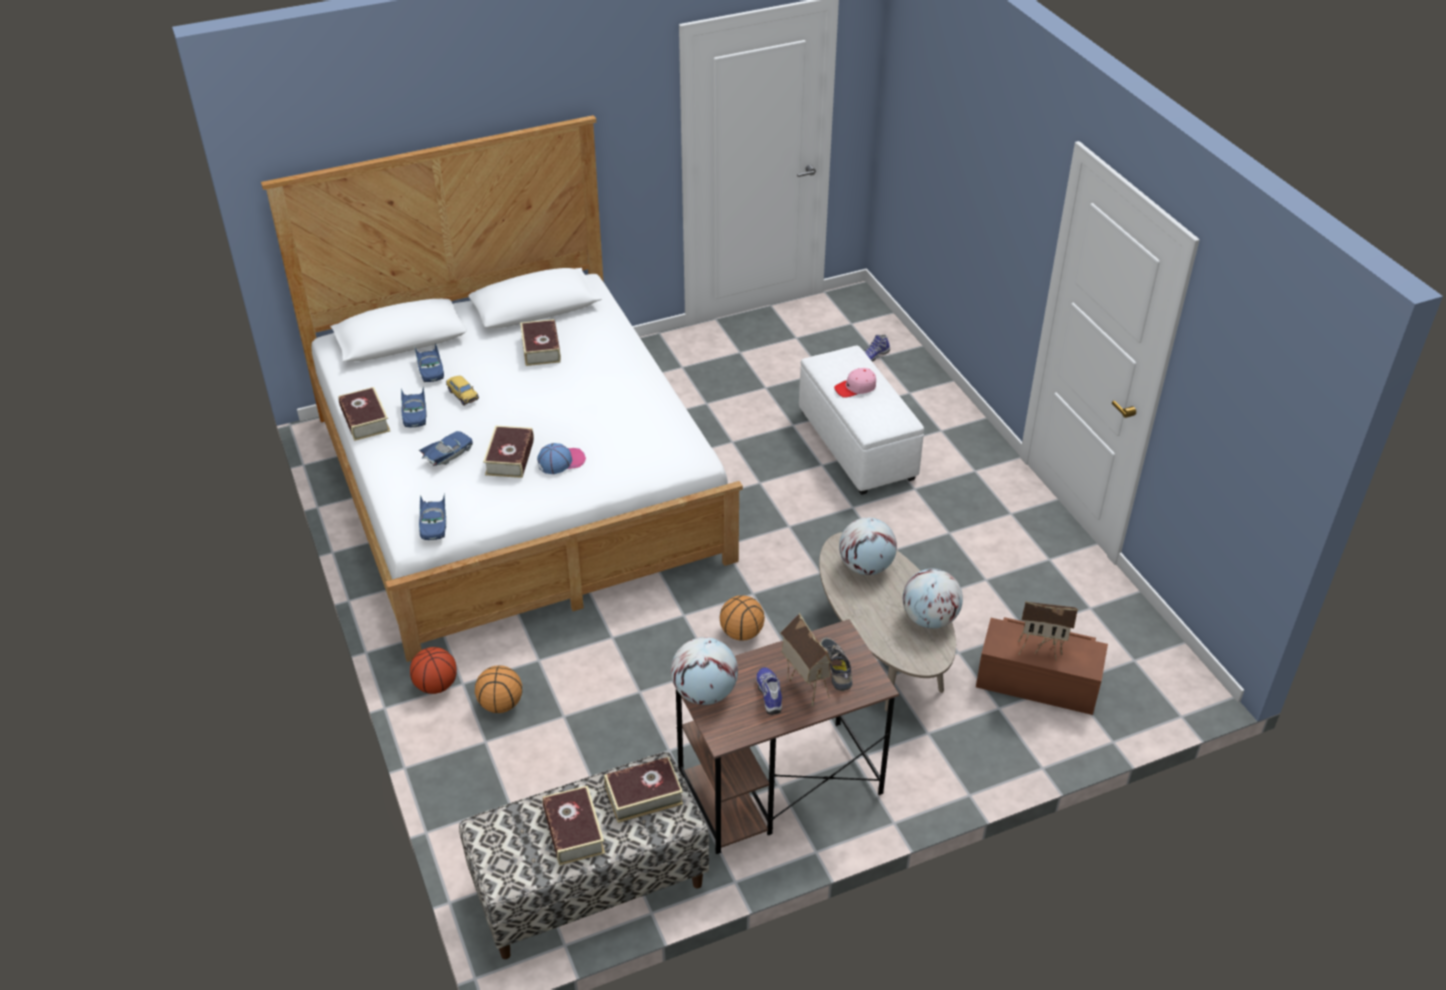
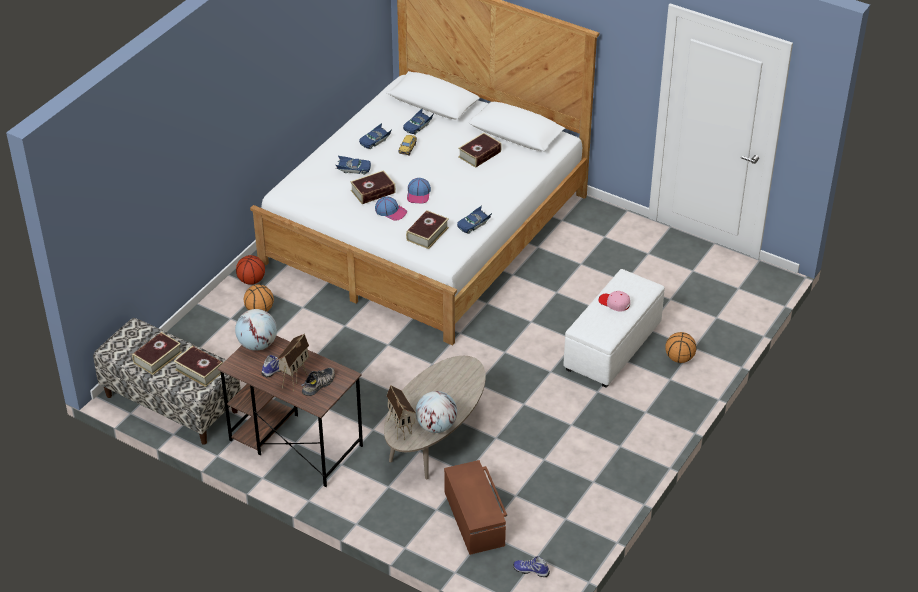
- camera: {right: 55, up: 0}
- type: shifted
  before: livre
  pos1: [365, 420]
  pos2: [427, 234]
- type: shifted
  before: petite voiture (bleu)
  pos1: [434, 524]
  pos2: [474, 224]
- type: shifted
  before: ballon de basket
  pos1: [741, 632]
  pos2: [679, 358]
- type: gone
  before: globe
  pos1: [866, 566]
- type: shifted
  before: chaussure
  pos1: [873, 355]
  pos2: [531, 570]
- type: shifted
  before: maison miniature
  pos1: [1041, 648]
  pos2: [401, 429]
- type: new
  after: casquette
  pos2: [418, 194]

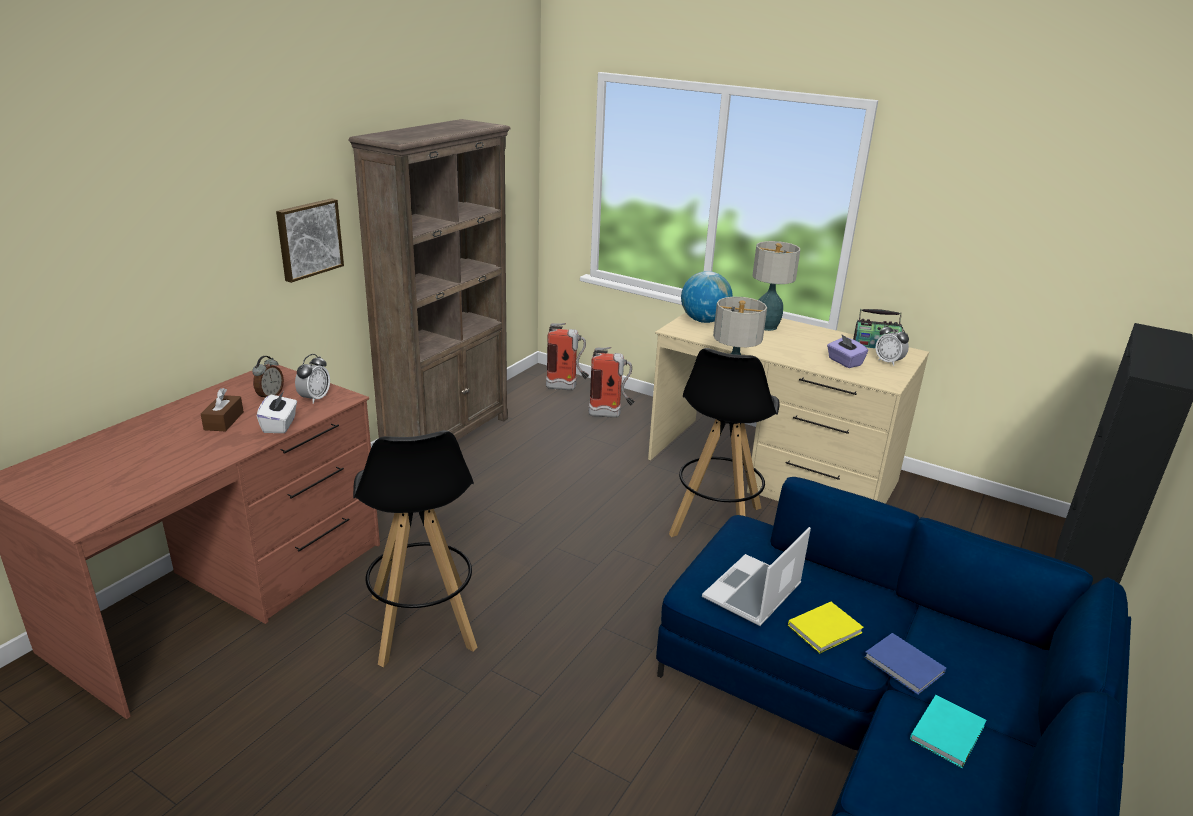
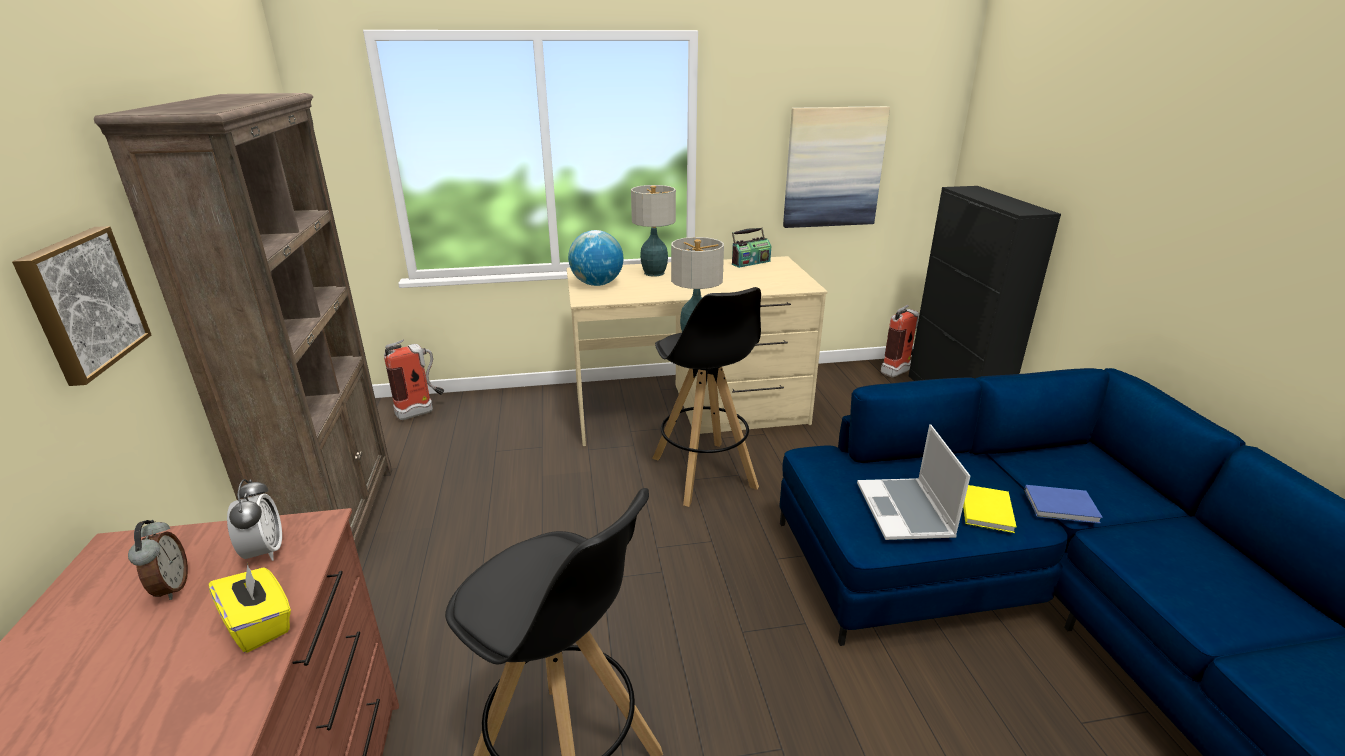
- camera: {right: -40, up: 0}
- type: gone
  before: boîte à mouchoirs (marron)
  pos1: [224, 421]
- type: repainted
  before: boîte à mouchoirs (blanc)
  after: boîte à mouchoirs (jaune)
  pos1: [280, 425]
  pos2: [259, 624]
- type: shifted
  before: extincteur
  pos1: [611, 415]
  pos2: [898, 370]
- type: gone
  before: boîte à mouchoirs (violet)
  pos1: [844, 362]
- type: gone
  before: réveil
  pos1: [888, 362]
- type: gone
  before: livre (turquoise)
  pos1: [949, 732]
- type: new
  after: tableau
  pos2: [833, 168]

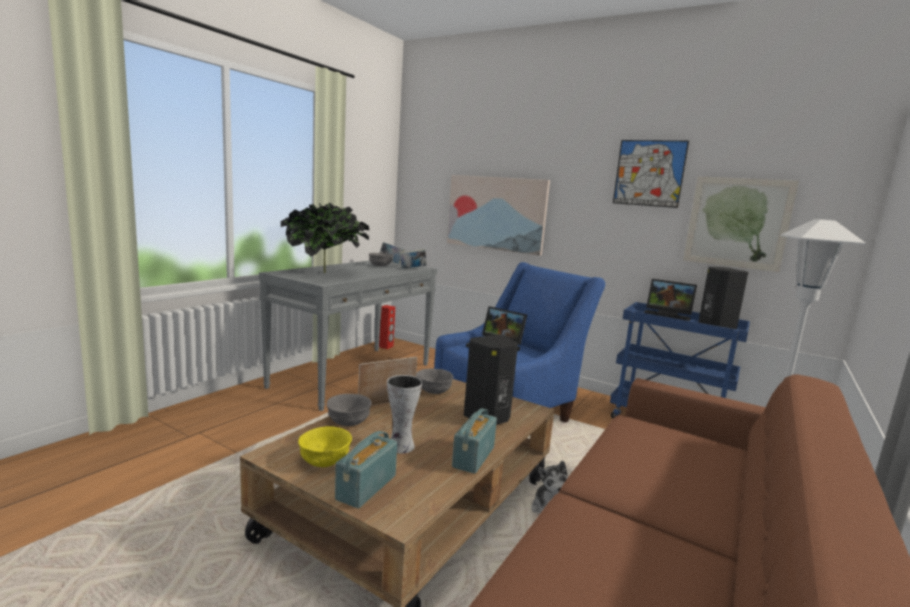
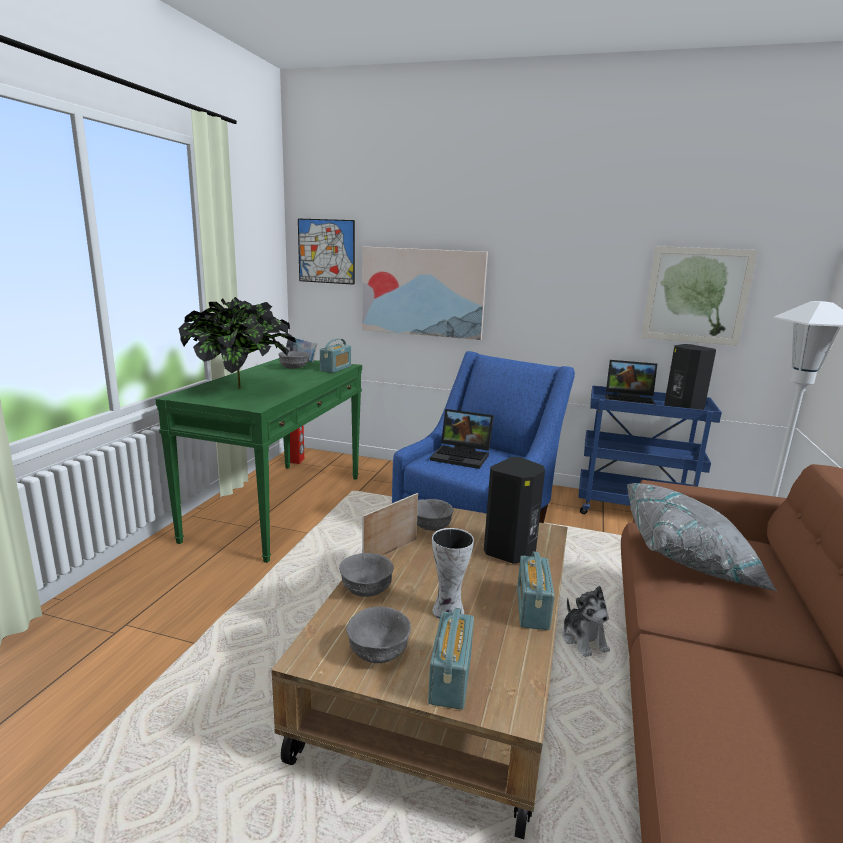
- camera: {right: -15, up: 5}
- type: repainted
  before: table console (gris)
  after: table console (vert)
  pos1: [353, 375]
  pos2: [279, 506]
- type: repainted
  before: bol (jaune)
  after: bol (gris)
  pos1: [325, 461]
  pos2: [379, 652]
- type: swapped
  before: livre
  after: radio
  pos1: [412, 269]
  pos2: [336, 368]
- type: shifted
  before: tableau
  pos1: [649, 173]
  pos2: [326, 251]
- type: new
  after: coussin (gris)
  pos2: [689, 558]

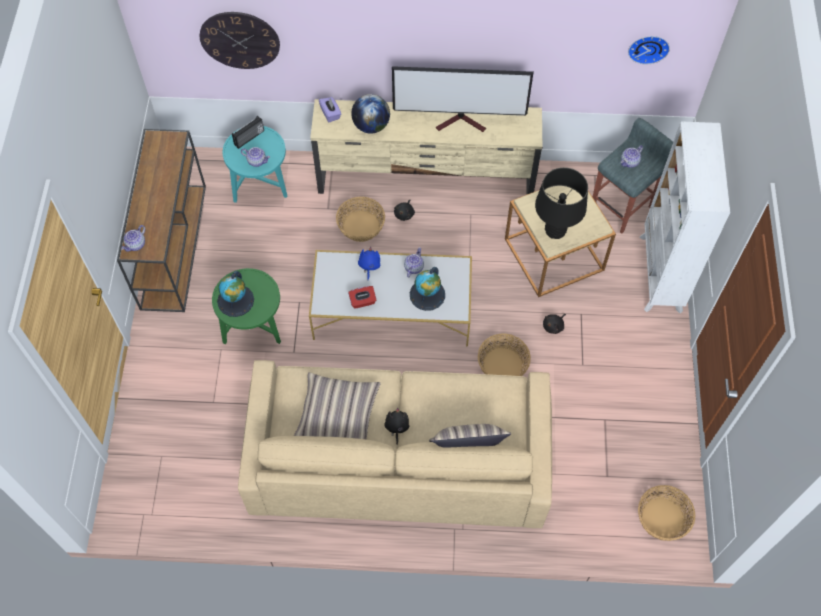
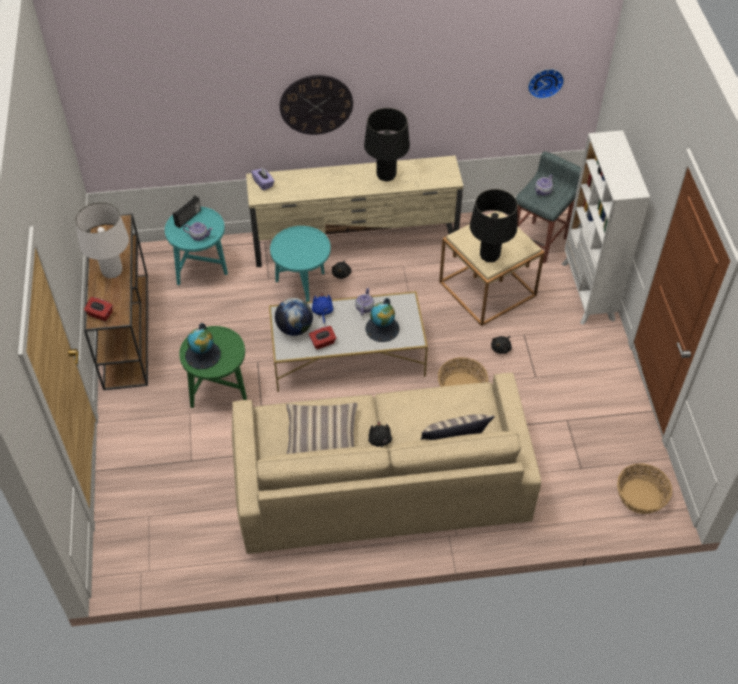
- camera: {right: -10, up: -10}
- type: swapped
  before: théière
  after: boîte à mouchoirs (rouge)
  pos1: [136, 244]
  pos2: [100, 314]
- type: shifted
  before: horloge murale
  pos1: [240, 40]
  pos2: [316, 104]
- type: swapped
  before: panier
  after: table d'appoint (turquoise)
  pos1: [361, 226]
  pos2: [303, 289]
- type: shifted
  before: globe
  pos1: [371, 126]
  pos2: [294, 328]
- type: swapped
  before: téléviseur
  after: lampe de table (noir)
  pos1: [462, 122]
  pos2: [386, 175]
- type: new
  after: lampe de table (blanc)
  pos2: [112, 271]

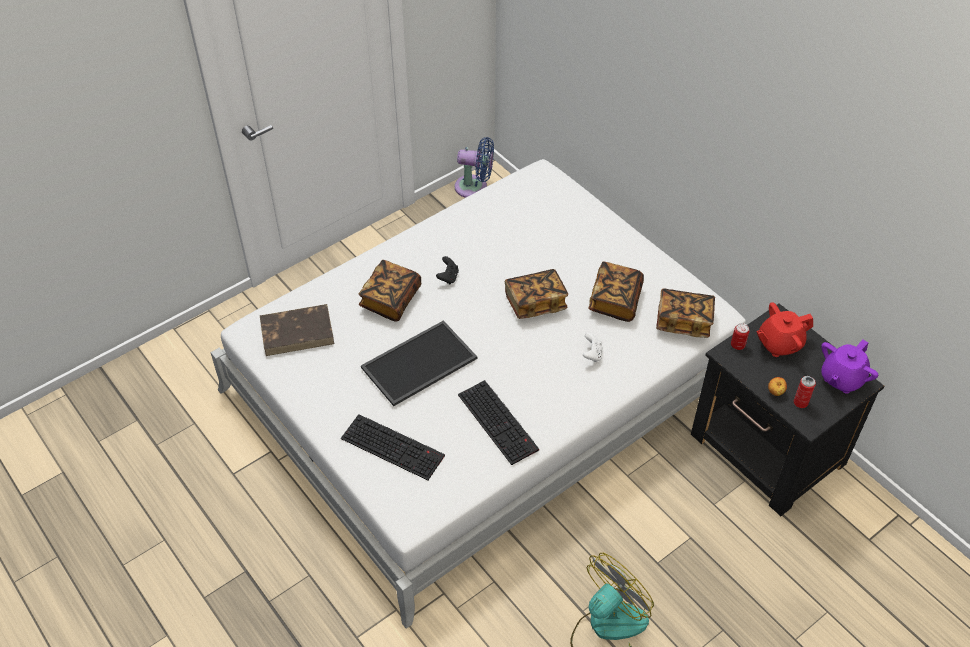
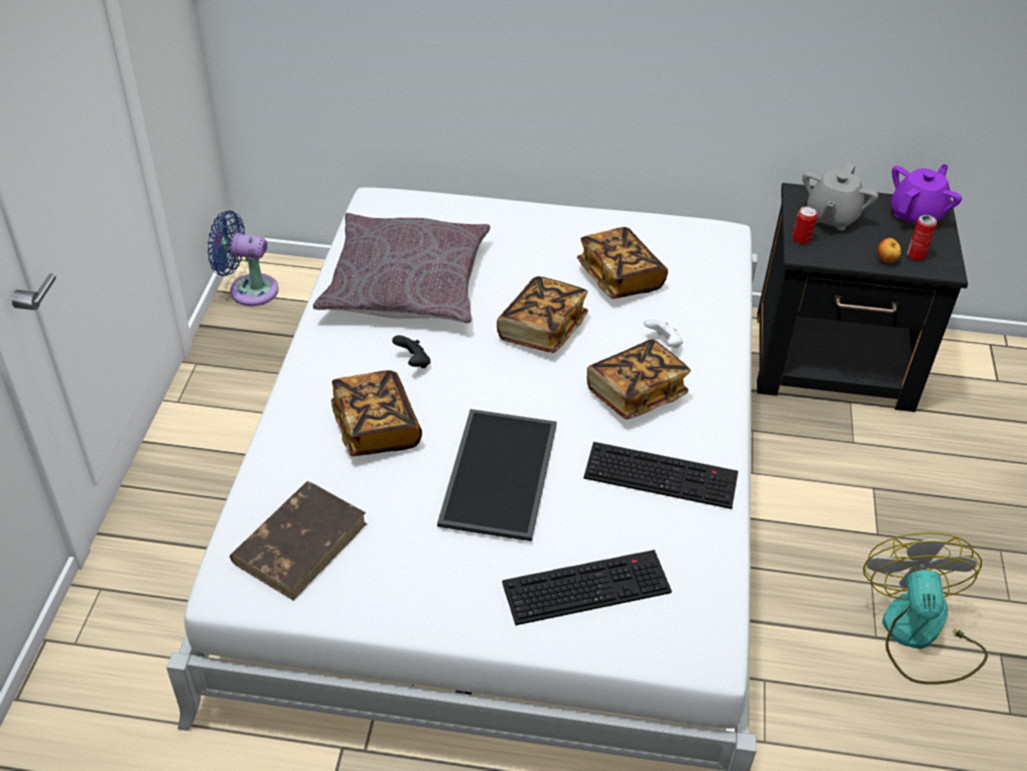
- camera: {right: -45, up: -5}
- type: rotated
  before: ventilateur (bleu)
  pos1: [474, 187]
  pos2: [248, 289]
  turn: -135
- type: shifted
  before: livre
  pos1: [683, 321]
  pos2: [635, 393]
- type: repainted
  before: théière (rouge)
  after: théière (gris)
  pos1: [779, 344]
  pos2: [831, 217]
- type: rotated
  before: théière (violet)
  pos1: [841, 379]
  pos2: [916, 215]
  turn: -135
- type: new
  after: coussin (gris)
  pos2: [406, 283]

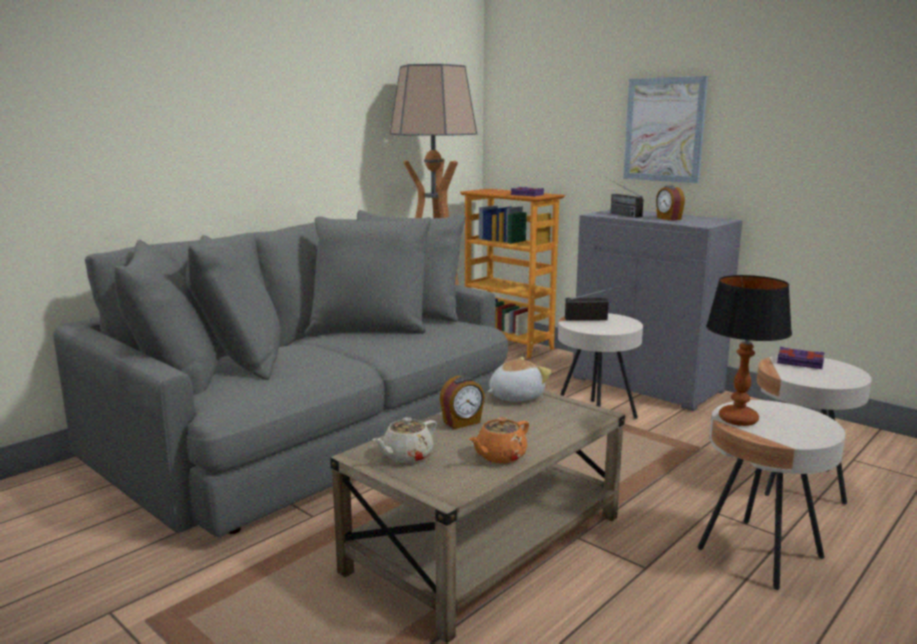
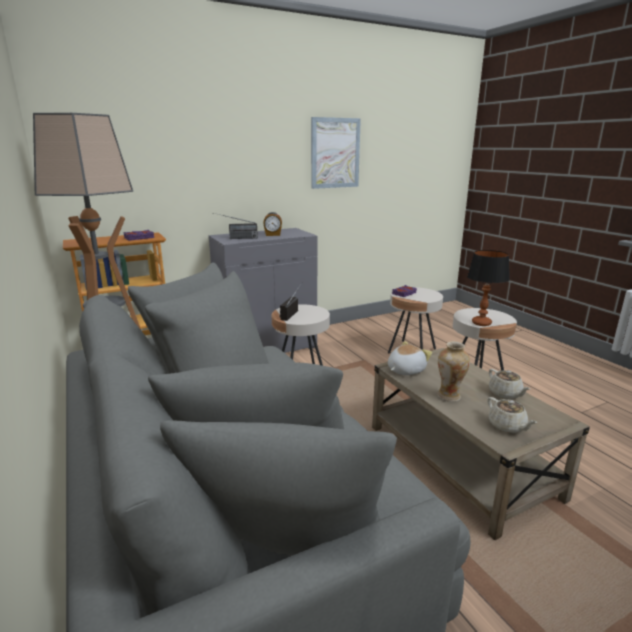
- camera: {right: -70, up: 5}
- type: swapped
  before: réveil
  after: vase
  pos1: [462, 422]
  pos2: [449, 396]
- type: repainted
  before: théière (orange)
  after: théière (beige)
  pos1: [499, 456]
  pos2: [505, 394]
- type: rotated
  before: peluche
  pos1: [515, 396]
  pos2: [405, 370]
  turn: 60
- type: shifted
  before: tableau
  pos1: [664, 130]
  pos2: [335, 153]

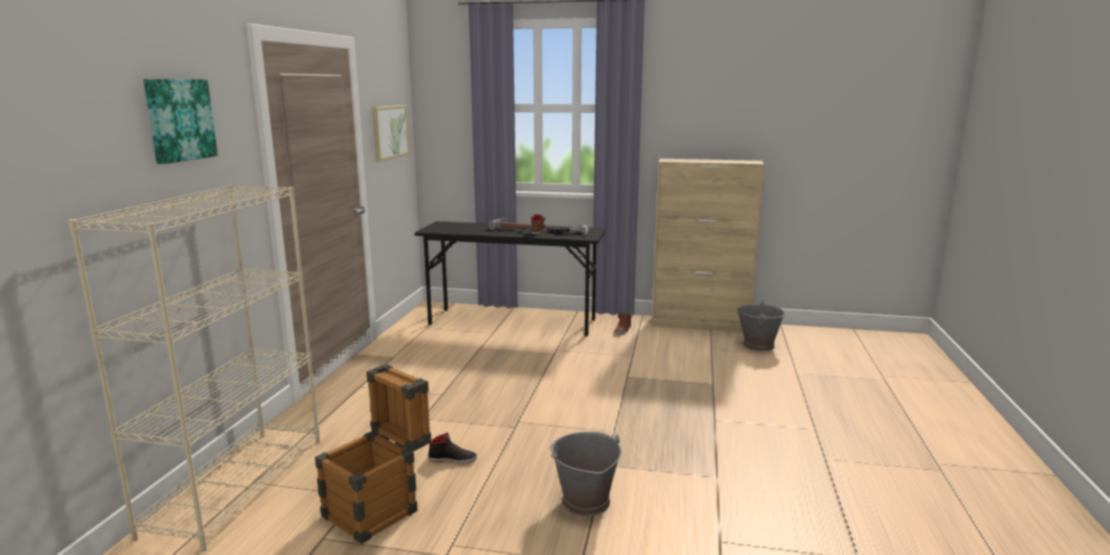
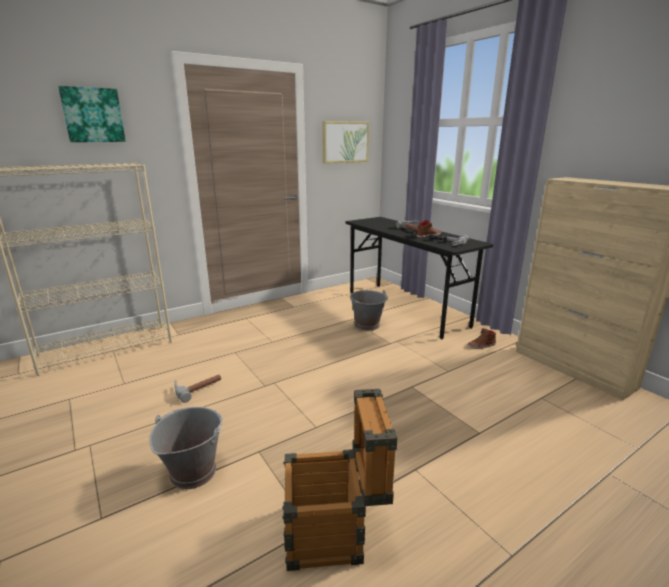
- camera: {right: 45, up: 5}
- type: shifted
  before: caisse
  pos1: [380, 508]
  pos2: [335, 533]
- type: swapped
  before: chaussure (noir)
  after: marteau
  pos1: [453, 459]
  pos2: [197, 388]
- type: shifted
  before: seau (gris)
  pos1: [758, 345]
  pos2: [367, 325]

